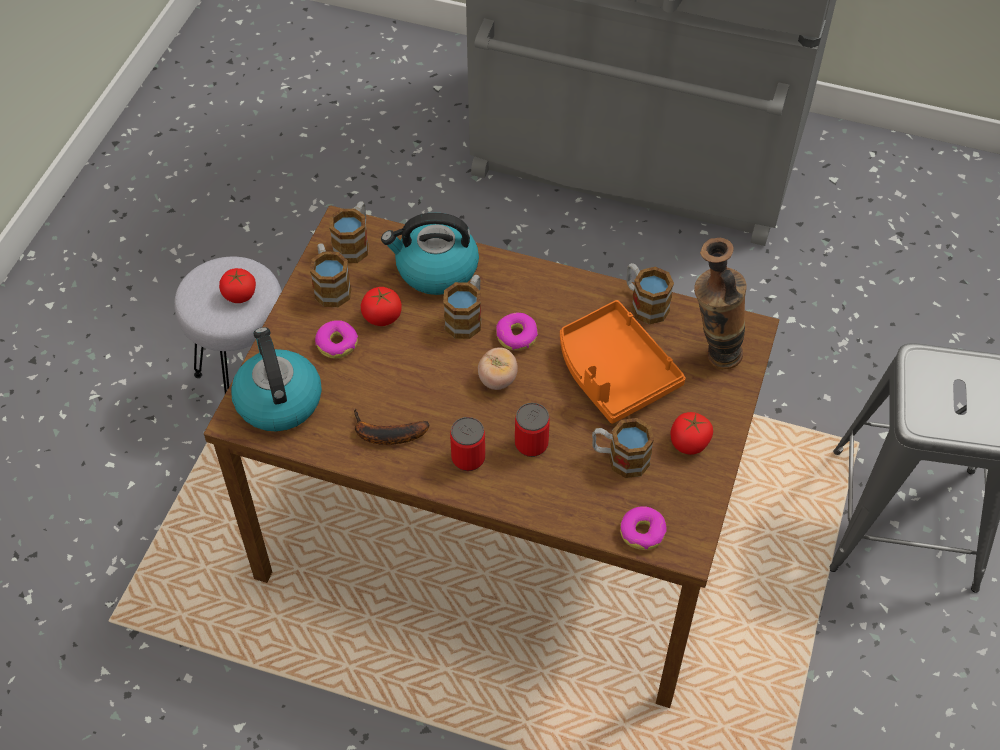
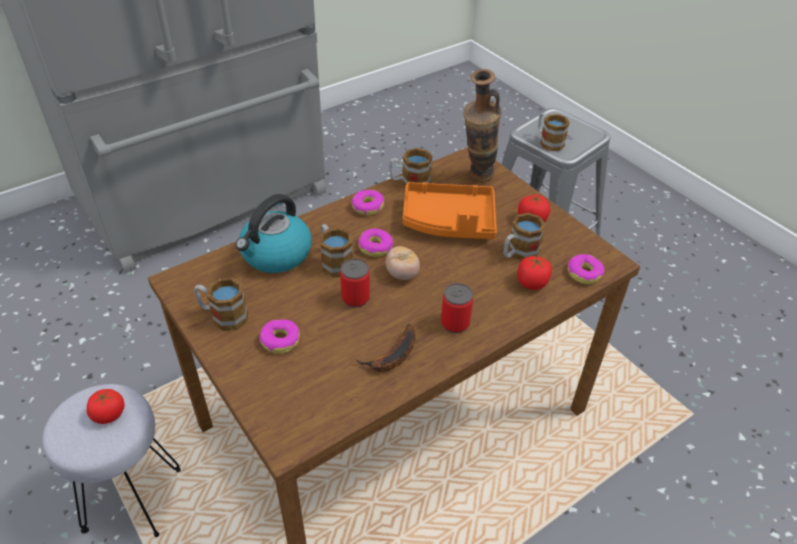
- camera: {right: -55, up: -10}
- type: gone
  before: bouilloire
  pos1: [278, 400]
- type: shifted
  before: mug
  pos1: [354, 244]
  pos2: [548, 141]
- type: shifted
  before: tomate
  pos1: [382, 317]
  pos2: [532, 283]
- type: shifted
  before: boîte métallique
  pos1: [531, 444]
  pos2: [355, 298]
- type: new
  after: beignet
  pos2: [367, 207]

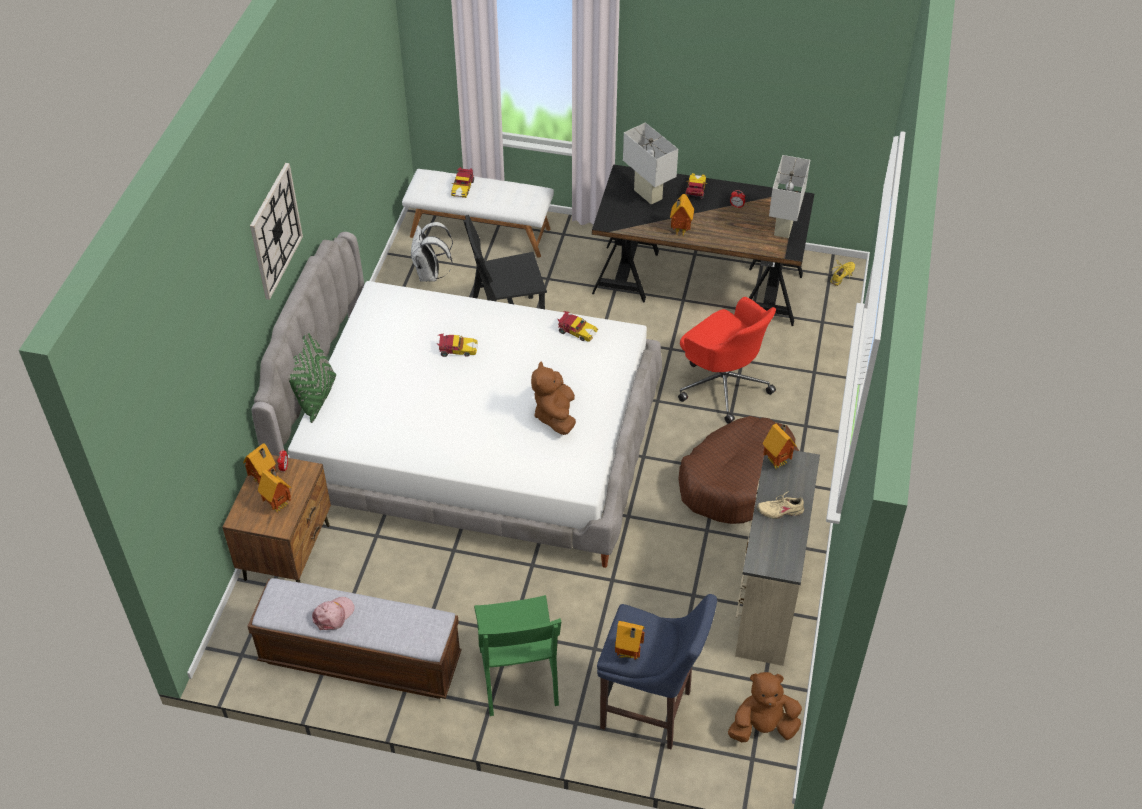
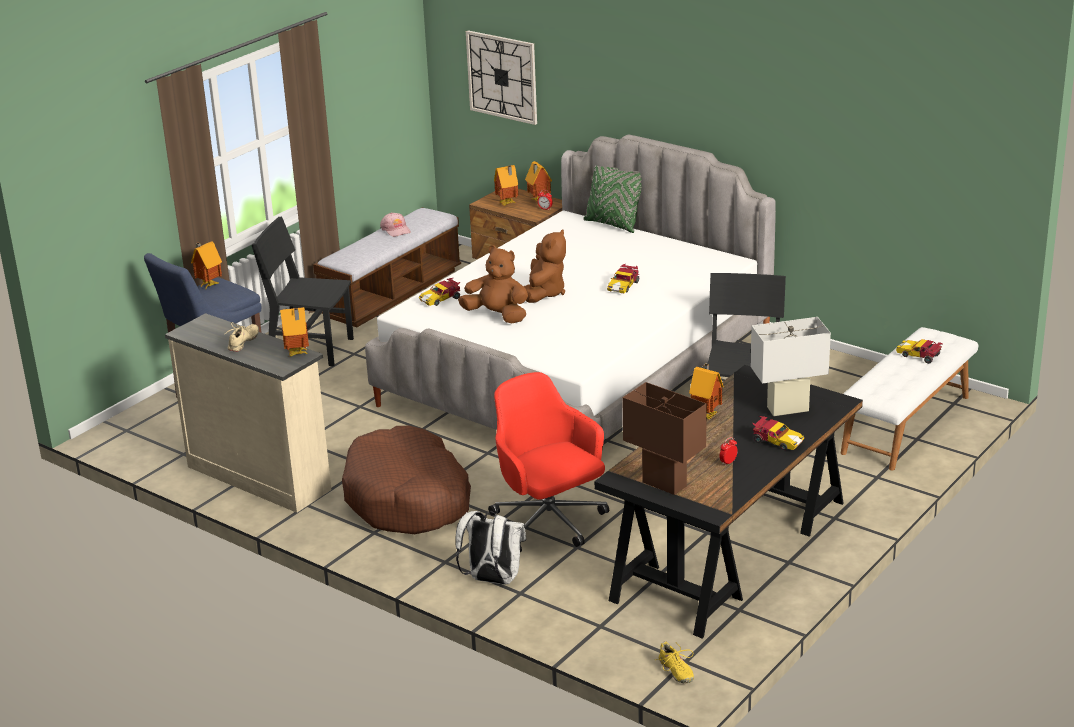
- camera: {right: 115, up: -20}
- type: shifted
  before: horloge murale
  pos1: [275, 231]
  pos2: [502, 77]
- type: shifted
  before: sac à dos (blanc)
  pos1: [430, 275]
  pos2: [492, 580]
- type: repainted
  before: chaise (vert)
  after: chaise (noir)
  pos1: [518, 676]
  pos2: [310, 349]
- type: shifted
  before: petite voiture
  pos1: [576, 331]
  pos2: [441, 299]
- type: rotated
  before: chaise de bureau (rouge)
  pos1: [722, 384]
  pos2: [549, 524]
  turn: 75
- type: shifted
  before: peluche (marron)
  pos1: [763, 727]
  pos2: [544, 293]
- type: repainted
  before: lampe de table (blanc)
  after: lampe de table (marron)
  pos1: [783, 228]
  pos2: [664, 484]

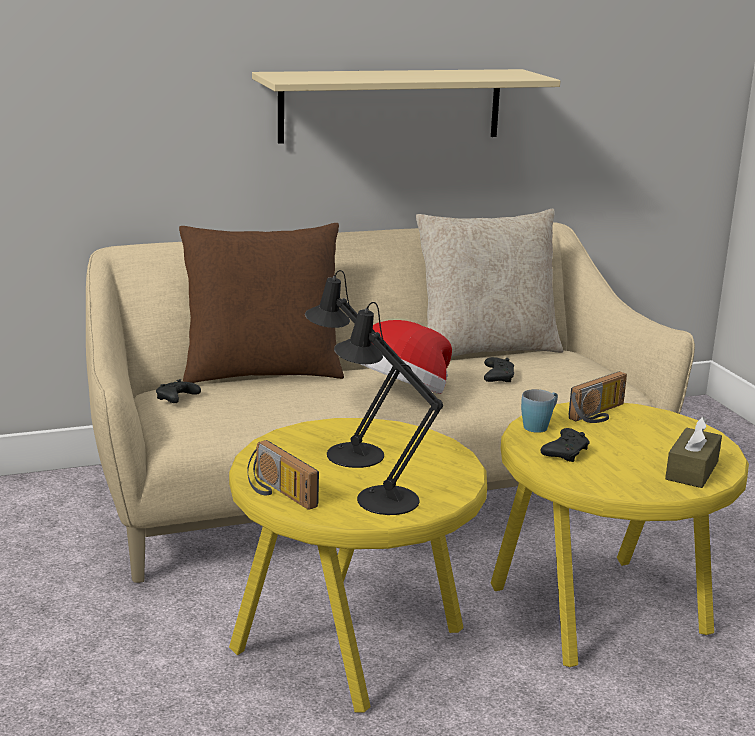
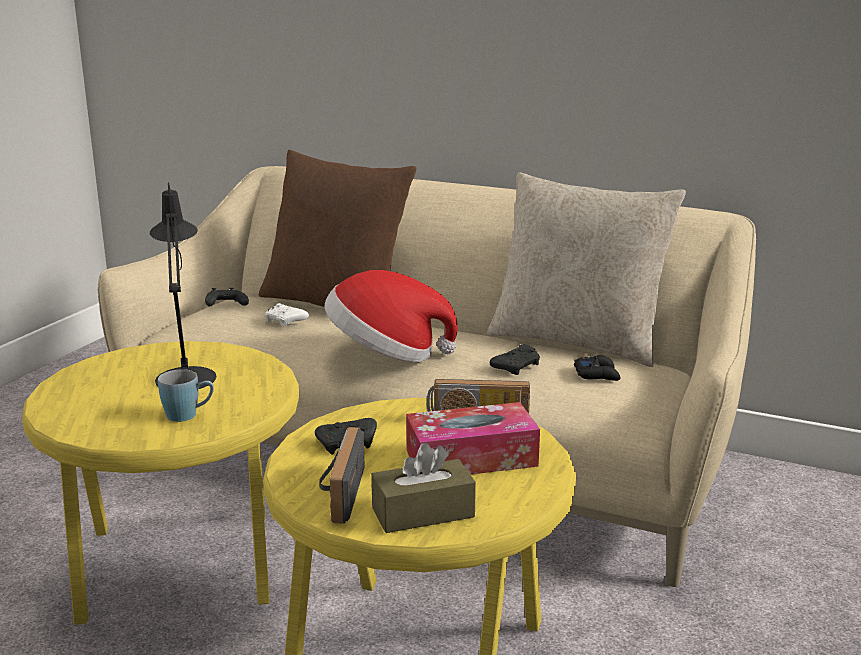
- camera: {right: 45, up: 0}
- type: shifted
  before: radio
  pos1: [277, 493]
  pos2: [337, 492]
- type: gone
  before: étagère (beige)
  pos1: [391, 105]
- type: gone
  before: lampe de table (noir)
  pos1: [379, 497]
- type: shifted
  before: mug (bleu)
  pos1: [539, 426]
  pos2: [189, 415]
- type: new
  after: manette (blanc)
  pos2: [286, 322]
- type: new
  after: boîte à mouchoirs
  pos2: [471, 458]
- type: new
  after: manette (noir)
  pos2: [597, 374]

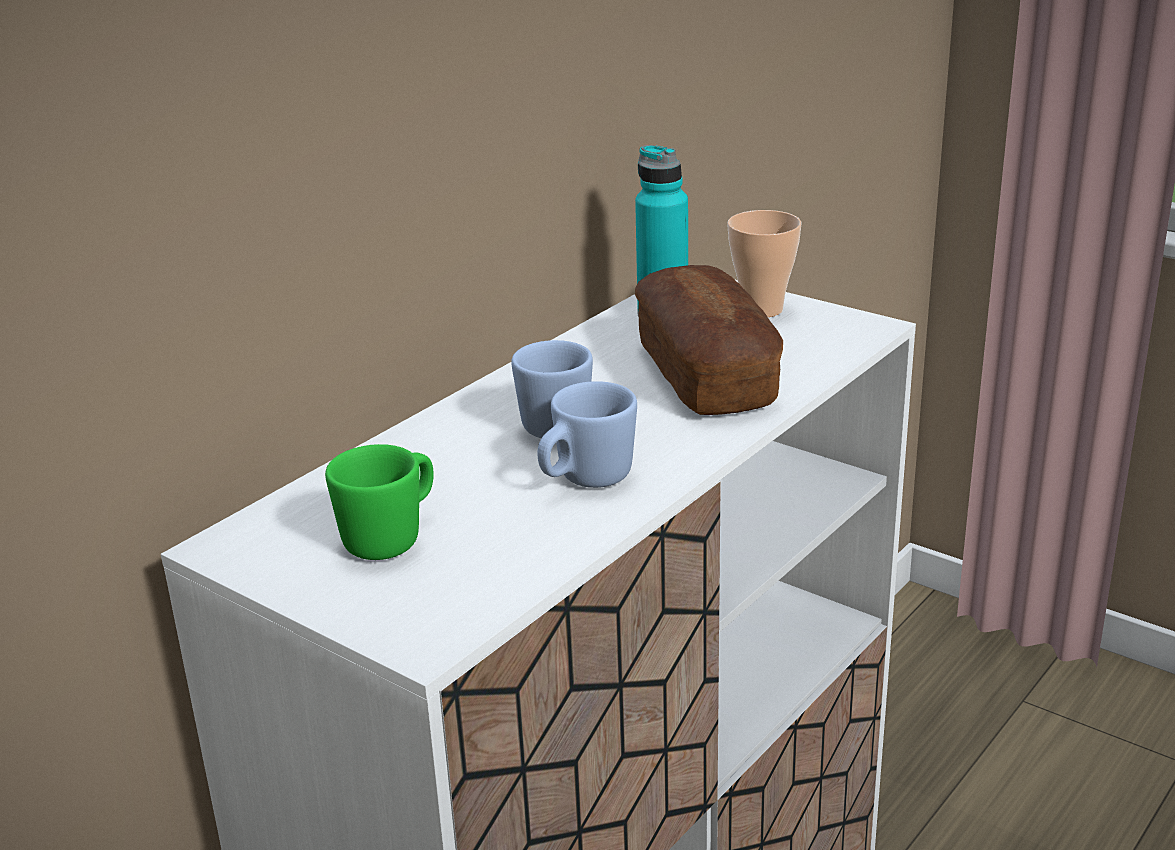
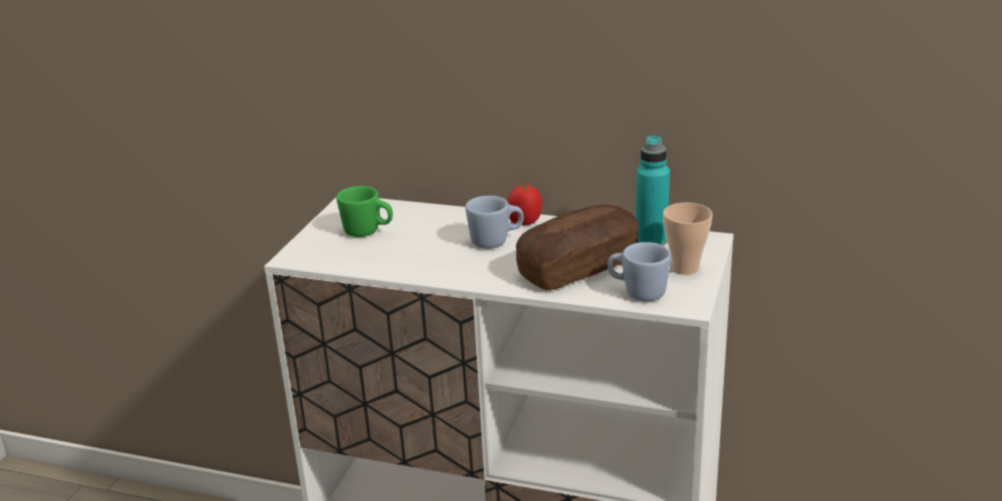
- camera: {right: 70, up: 0}
- type: shifted
  before: mug (bleu)
  pos1: [585, 480]
  pos2: [637, 292]
- type: new
  after: tomate
  pos2: [525, 222]

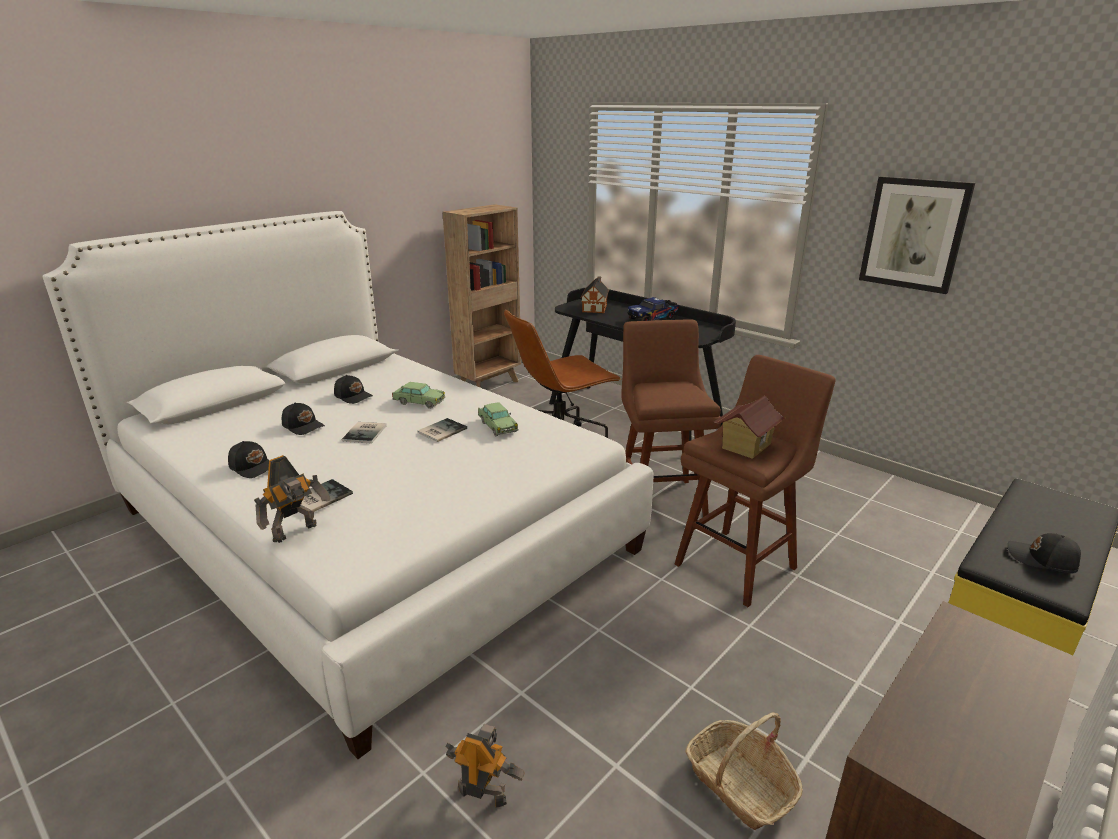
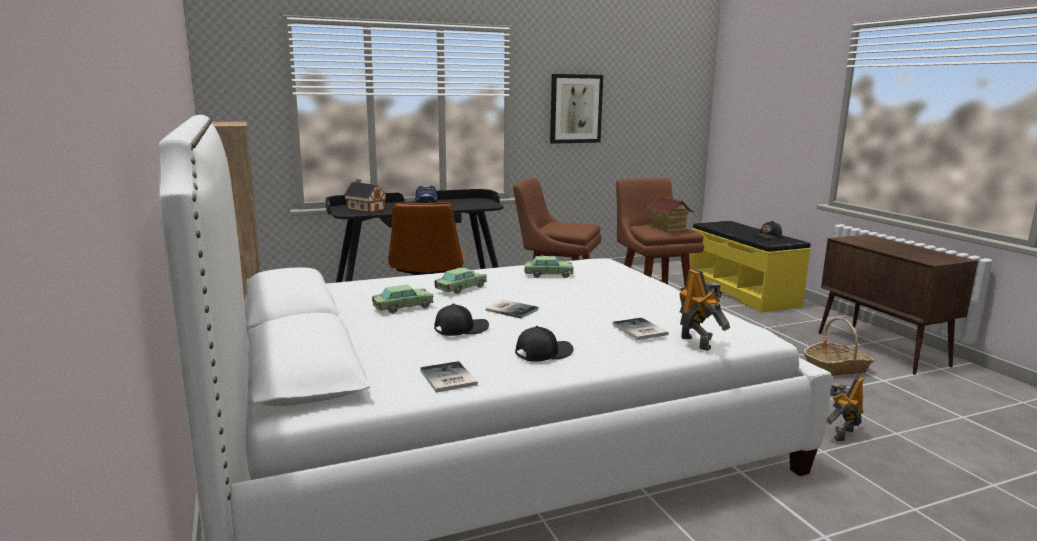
- camera: {right: -65, up: -10}
- type: swapped
  before: casquette (noir)
  after: petite voiture
  pos1: [354, 396]
  pos2: [403, 308]
- type: shifted
  before: livre
  pos1: [440, 431]
  pos2: [447, 379]

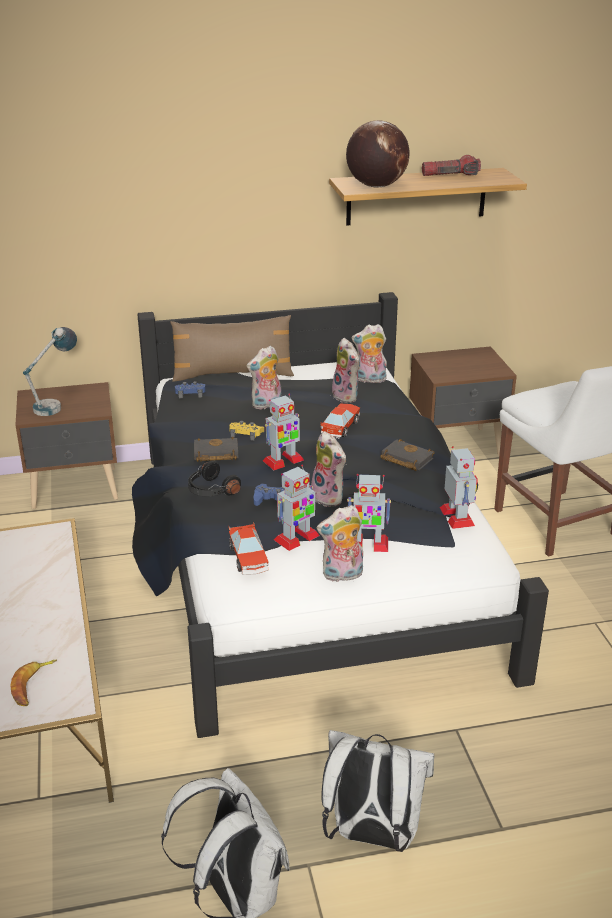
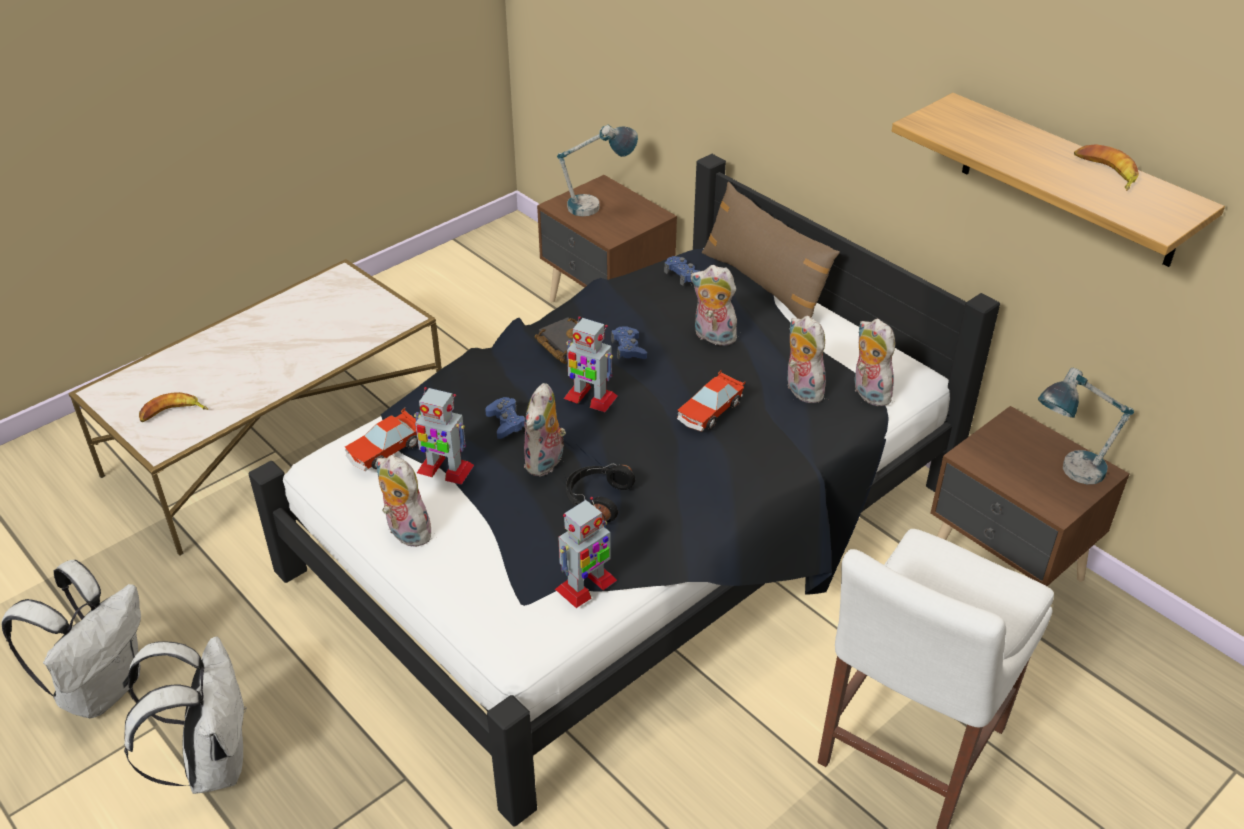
- camera: {right: 60, up: 10}
- type: shifted
  before: casque audio (noir)
  pos1: [211, 490]
  pos2: [597, 499]
- type: repainted
  before: manette (jaune)
  after: manette (bleu)
  pos1: [246, 434]
  pos2: [628, 349]
- type: rotated
  before: petite voiture
  pos1: [340, 427]
  pos2: [709, 412]
  turn: 135
- type: rotated
  before: peluche
  pos1: [347, 396]
  pos2: [800, 390]
  turn: 120
- type: gone
  before: globe
  pos1: [376, 186]
- type: gone
  before: robot jouet
  pos1: [367, 544]
- type: gone
  before: livre (noir)
  pos1: [405, 459]
- type: swapped
  before: lampe de poche
  after: banane
  pos1: [450, 175]
  pos2: [1105, 172]
- type: new
  after: lampe de table
  pos2: [1066, 473]

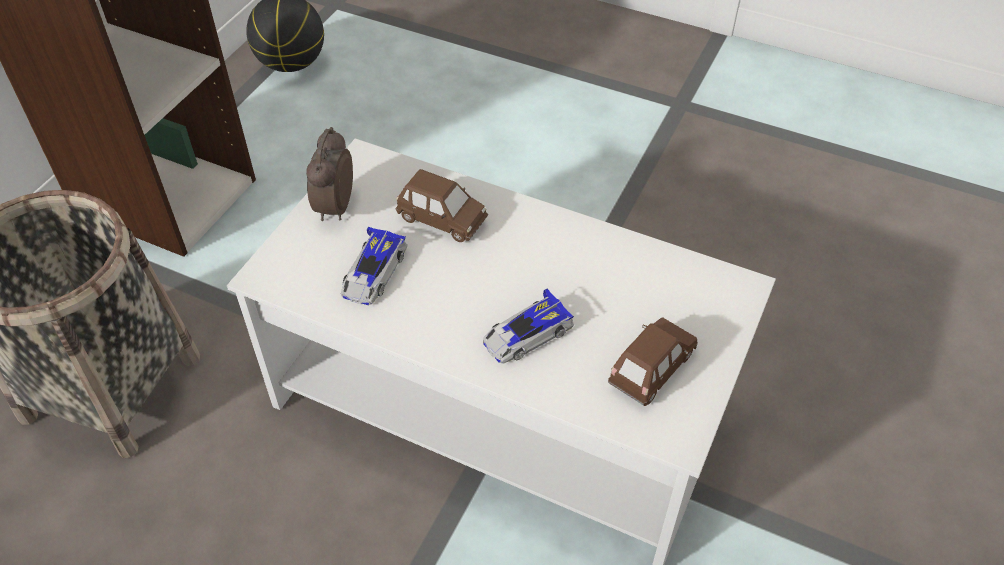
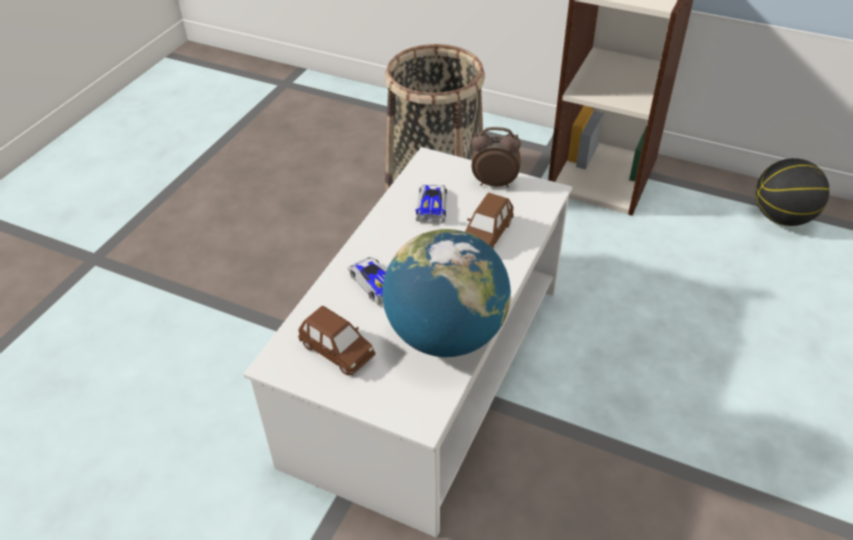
- camera: {right: 90, up: -5}
- type: rotated
  before: petite voiture
  pos1: [373, 273]
  pos2: [432, 205]
  turn: 75
- type: new
  after: globe
  pos2: [445, 335]

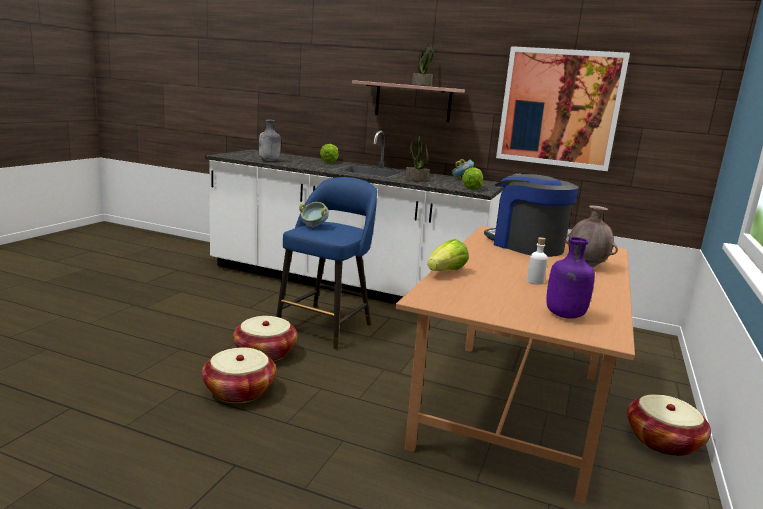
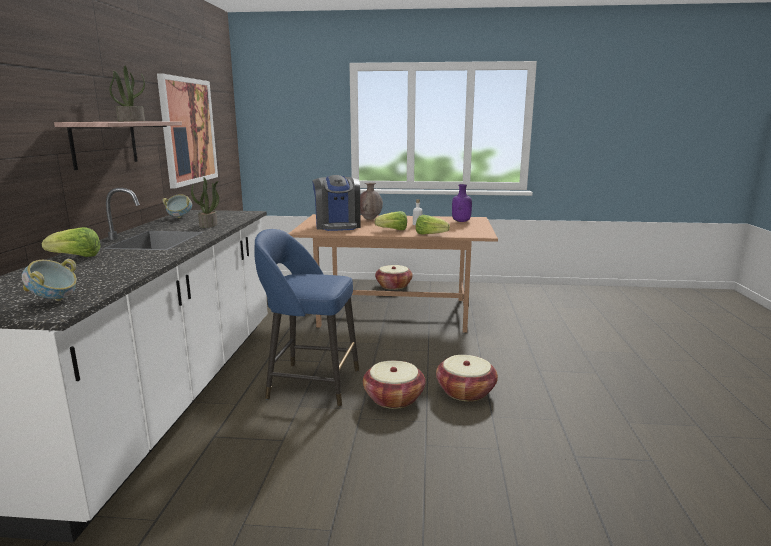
- camera: {right: -105, up: 0}
- type: gone
  before: bouteille (gris)
  pos1: [269, 161]
- type: shifted
  before: bol
  pos1: [313, 227]
  pos2: [54, 300]
- type: shifted
  before: laitue
  pos1: [472, 188]
  pos2: [393, 230]
- type: rotated
  before: machine à café
  pos1: [525, 245]
  pos2: [337, 226]
  turn: -45

